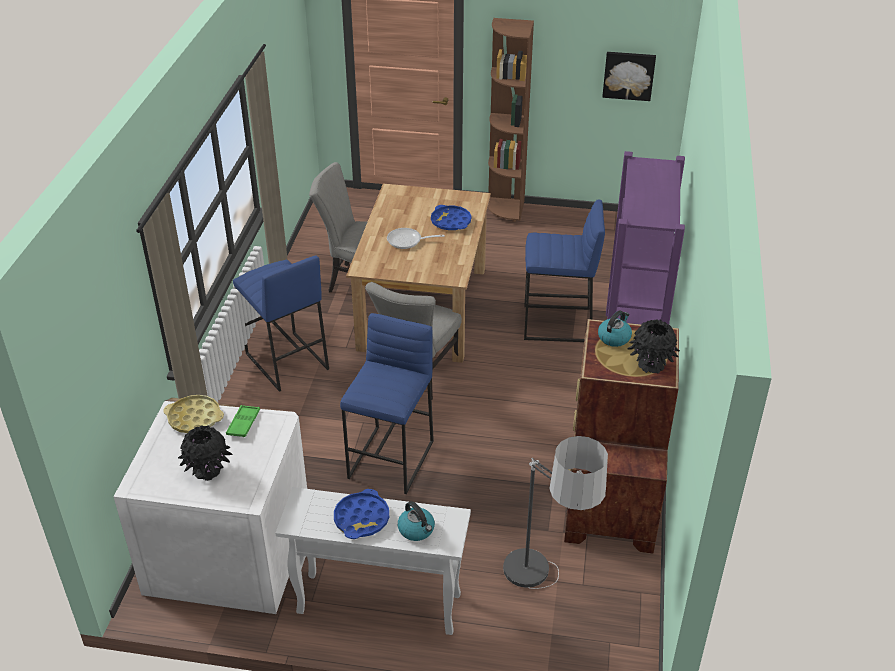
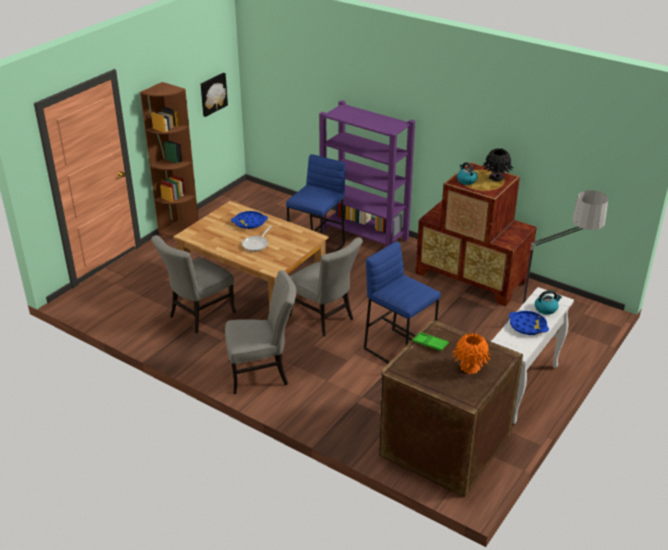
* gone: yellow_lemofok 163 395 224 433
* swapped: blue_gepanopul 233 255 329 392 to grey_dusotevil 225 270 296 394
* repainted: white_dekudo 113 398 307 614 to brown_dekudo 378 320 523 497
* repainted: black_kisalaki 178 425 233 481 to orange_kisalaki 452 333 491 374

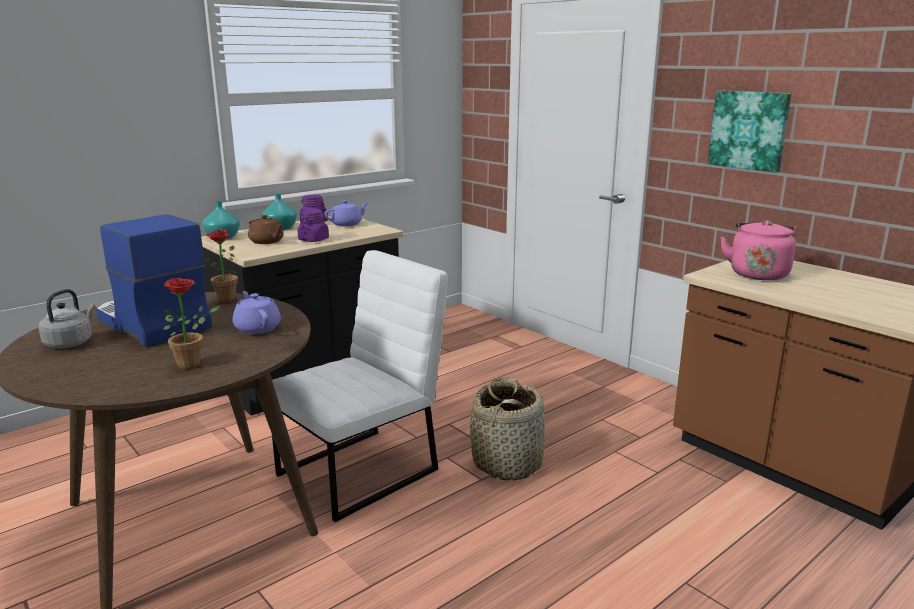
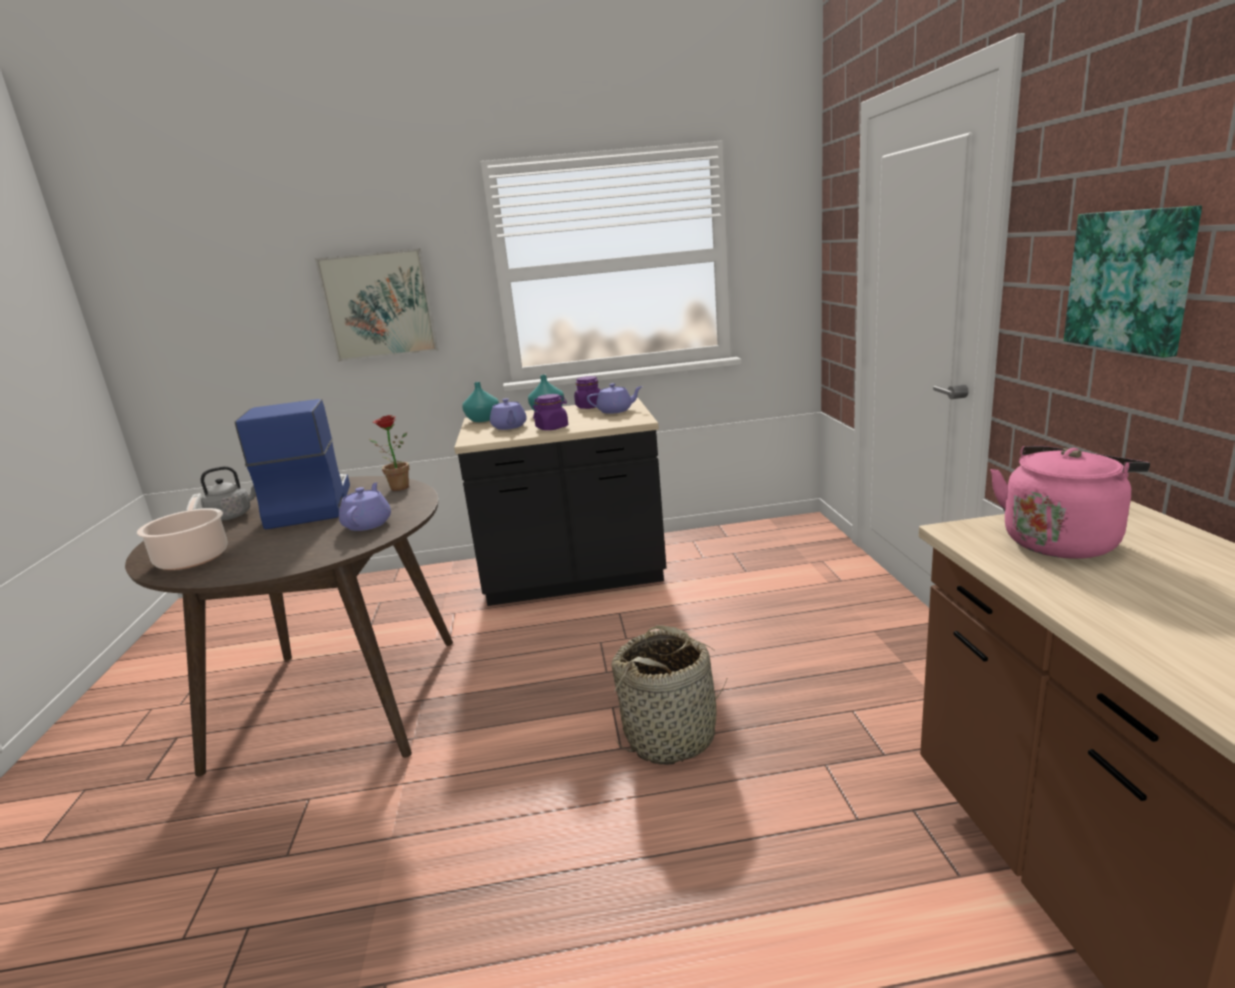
* gone: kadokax 163 278 221 369
* gone: white_dusotevil 272 250 447 522
* new: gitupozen 137 493 228 570
* new: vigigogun 315 248 438 362
* repainted: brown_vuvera 248 215 284 244 to purple_vuvera 490 398 527 430

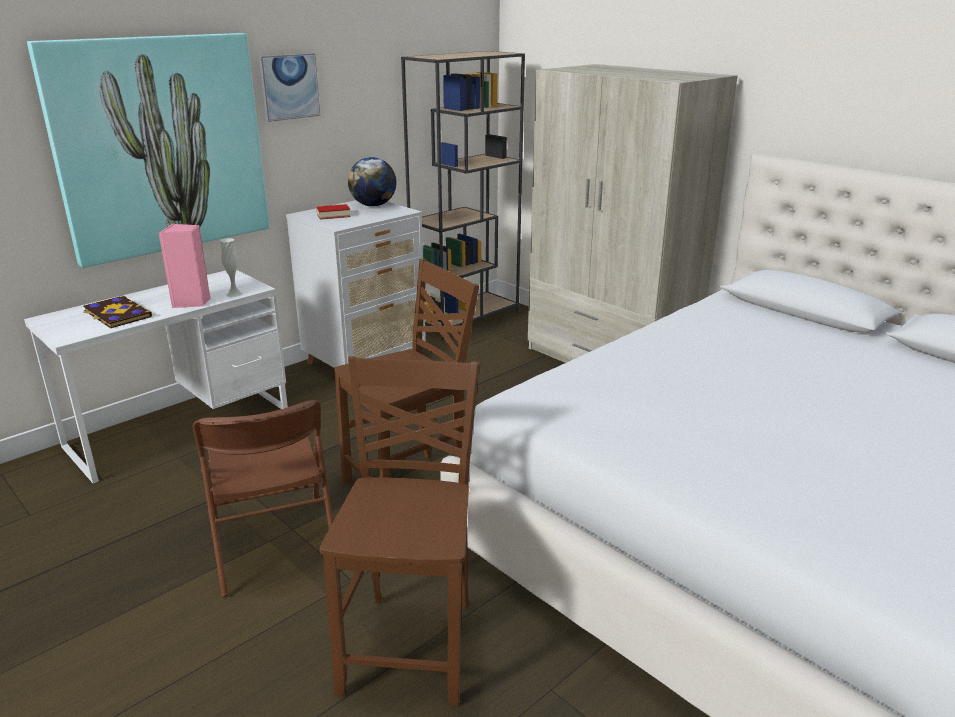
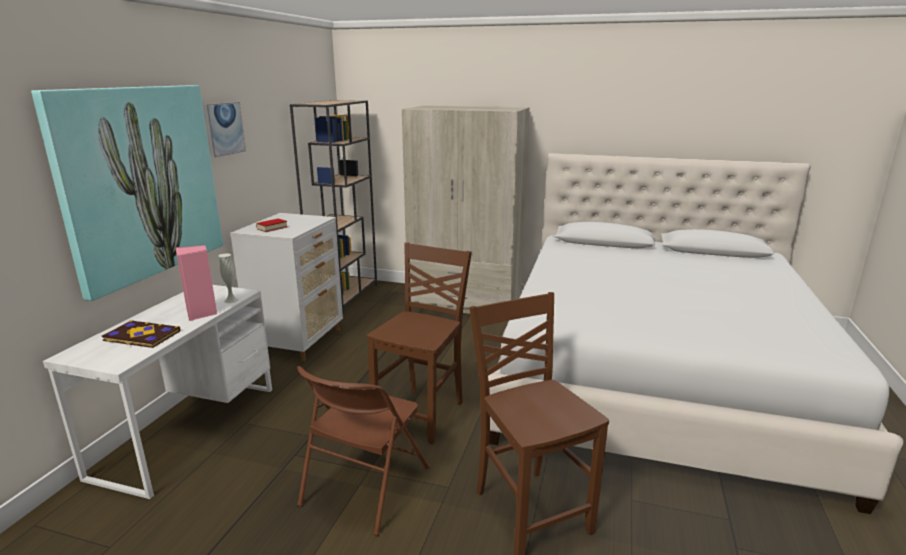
* gone: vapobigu 348 157 396 207
* rotated: brown_dusotevil 193 400 341 598 = 297 366 430 536 75 degrees clockwise

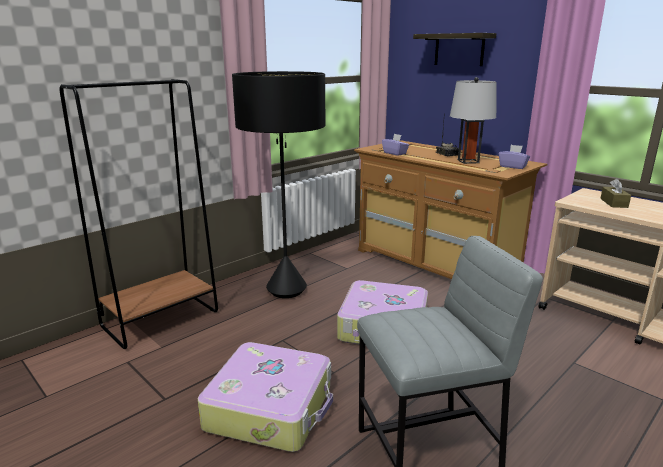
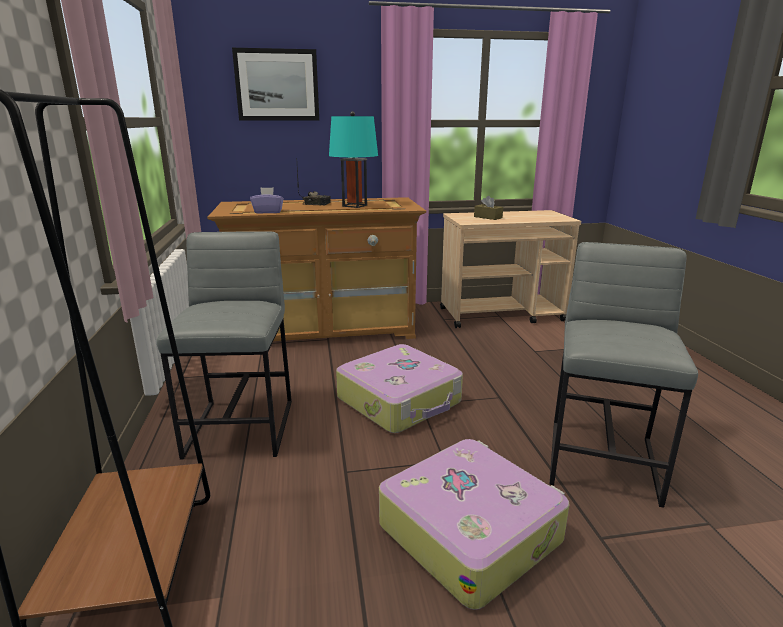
* gone: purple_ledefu 499 145 530 169
* swapped: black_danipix 232 71 325 298 to grey_dusotevil 157 231 292 459
* swapped: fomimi 413 33 497 66 to vigigogun 232 48 319 121
* repainted: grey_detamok 450 77 496 164 to turquoise_detamok 329 111 378 208

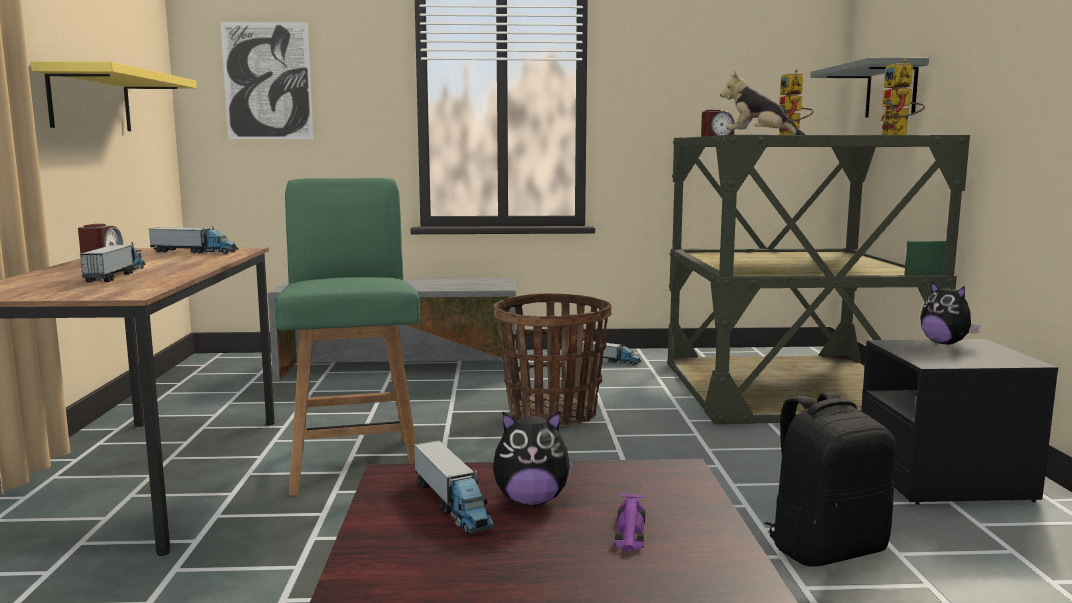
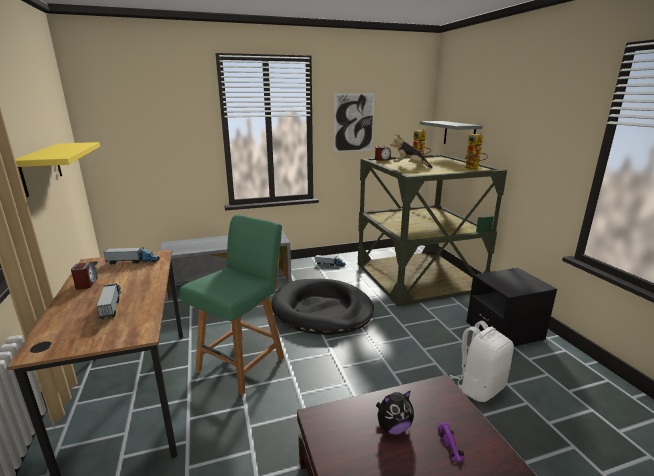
* gone: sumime 414 440 495 534
* gone: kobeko 920 281 981 344
* shifted: vigigogun 220 22 313 139 to 334 93 375 152
* swapped: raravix 493 293 612 427 to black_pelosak 271 279 374 335
* repainted: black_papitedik 764 392 897 567 to white_papitedik 450 321 514 402
* rotated: green_dusotevil 275 178 420 496 = 180 215 284 396 60 degrees clockwise

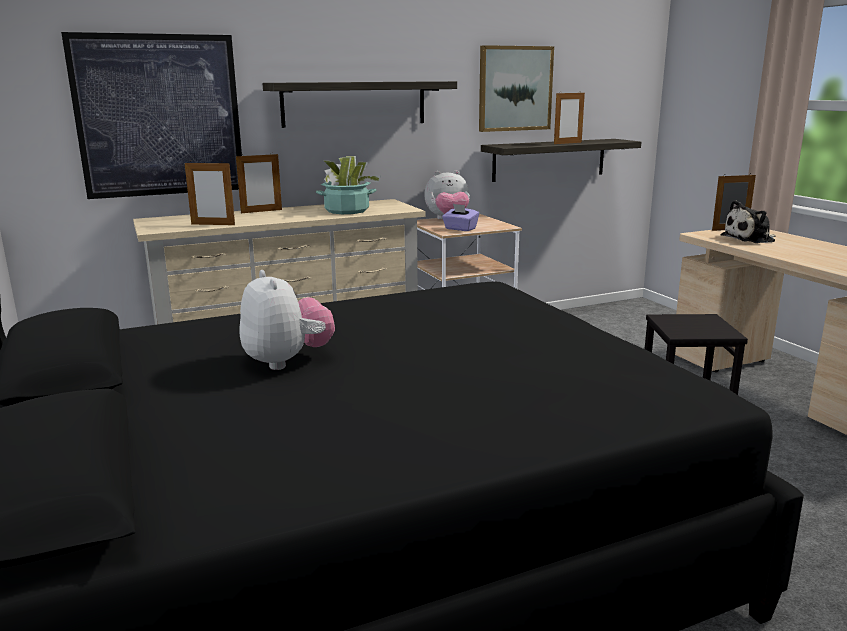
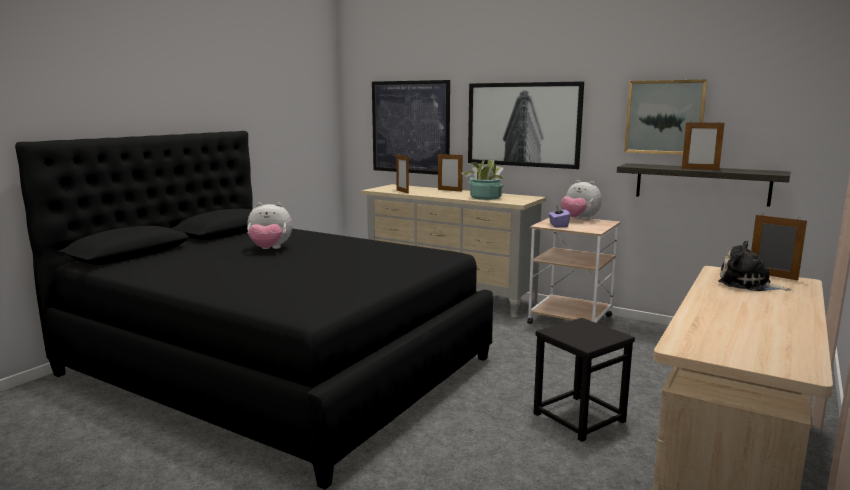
* swapped: fomimi 262 81 457 128 to vigigogun 468 81 584 169
* rotated: kobeko 240 270 335 370 = 247 202 292 249 60 degrees clockwise

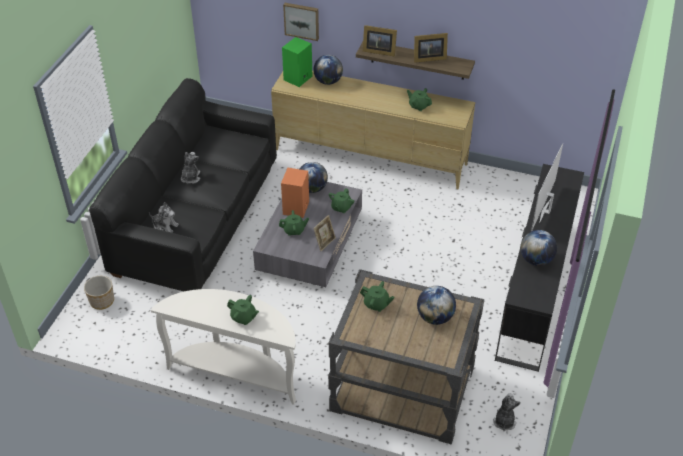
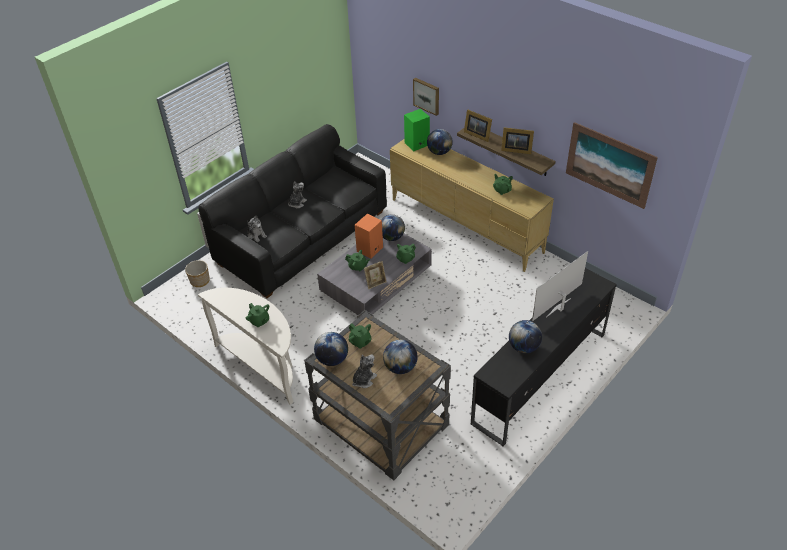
* new: vapobigu 314 332 348 366
* new: vigigogun 566 122 658 209
* shifted: kobeko 493 393 521 431 to 352 355 377 388

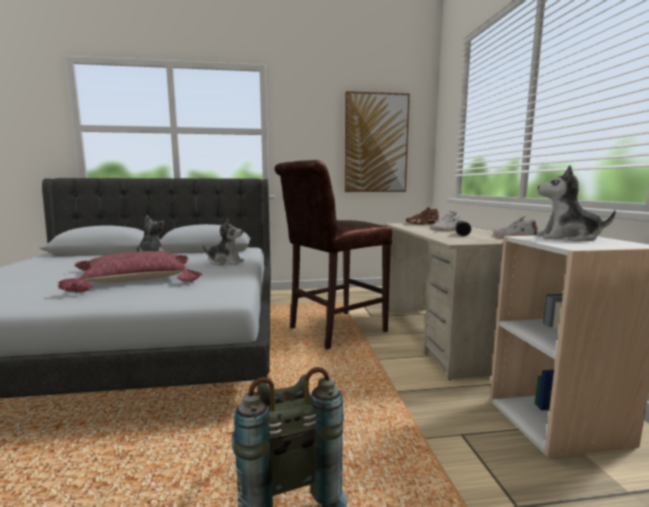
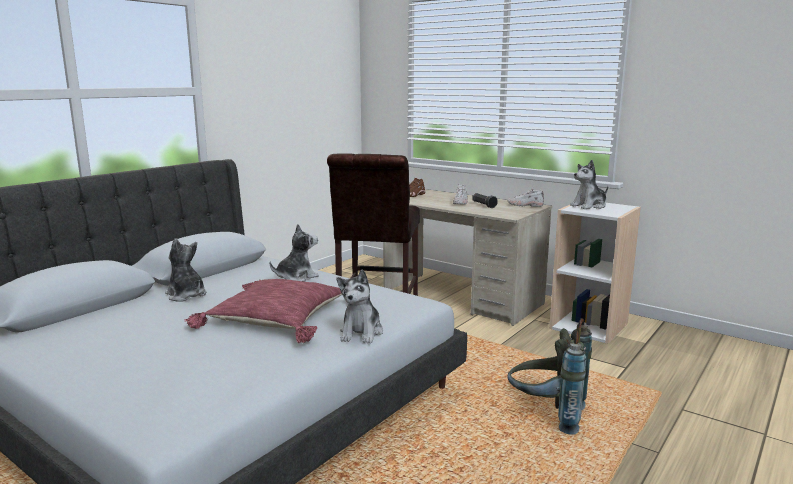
* gone: vigigogun 344 91 410 192
* new: kobeko 337 270 383 343

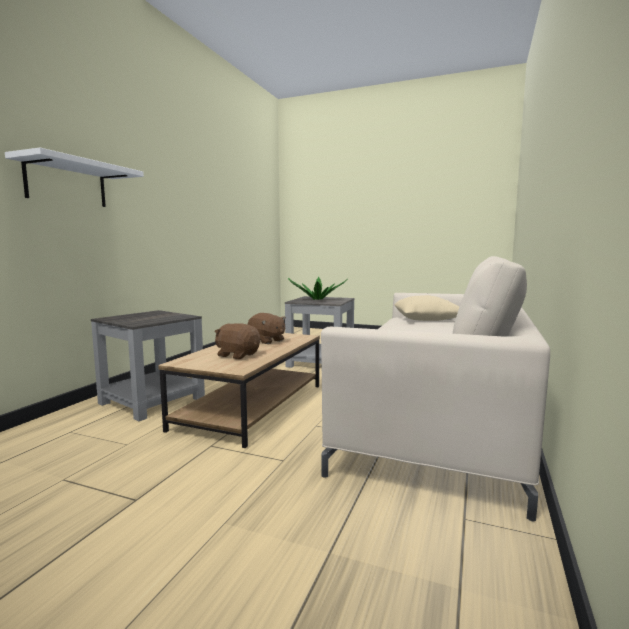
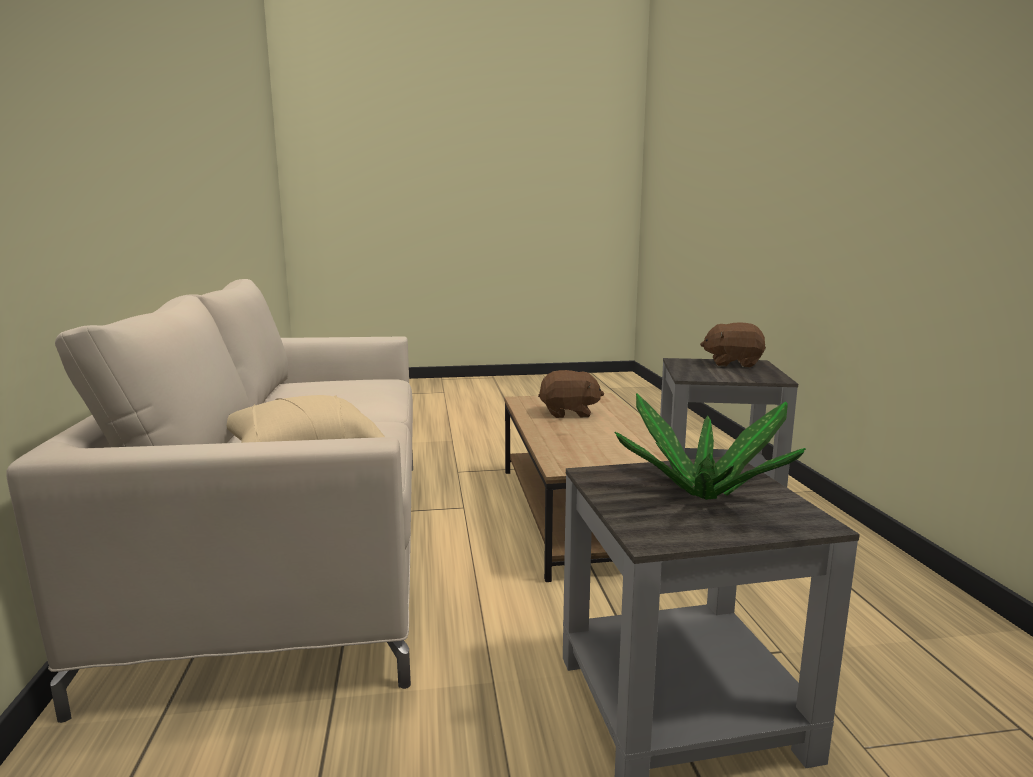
* gone: white_fomimi 5 148 144 207
* shifted: brown_kobeko 247 313 286 344 to 700 322 766 368

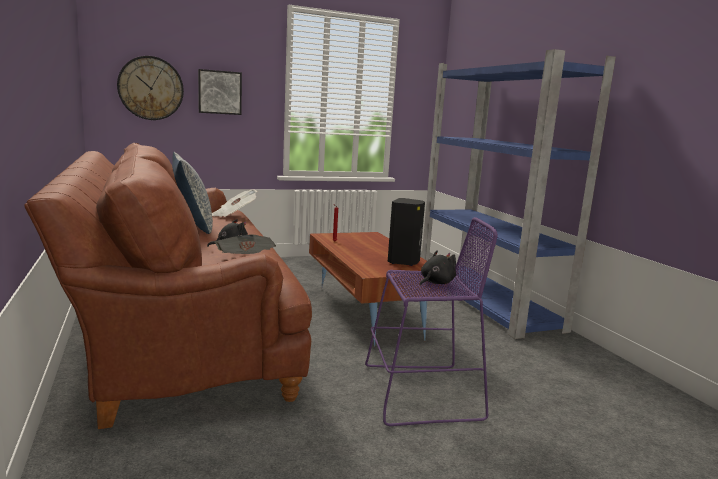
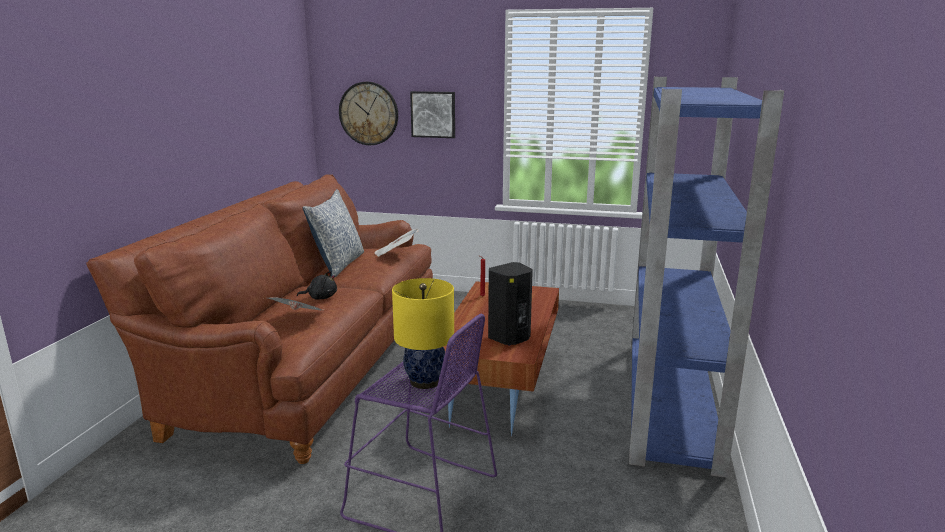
* swapped: black_kobeko 420 250 456 286 to yellow_detamok 392 278 454 389

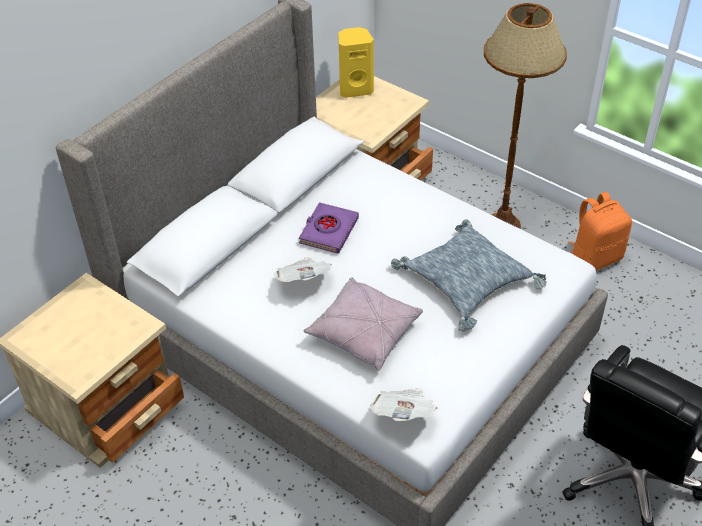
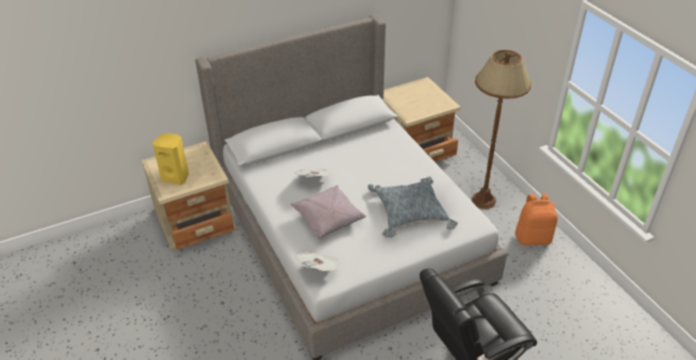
* gone: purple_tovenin 299 202 359 254
* shifted: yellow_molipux 338 27 374 98 to 152 133 189 185

